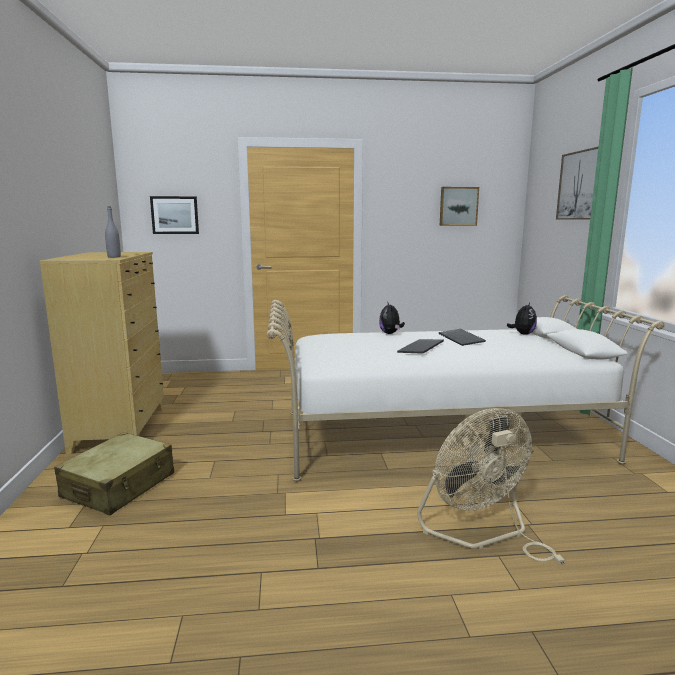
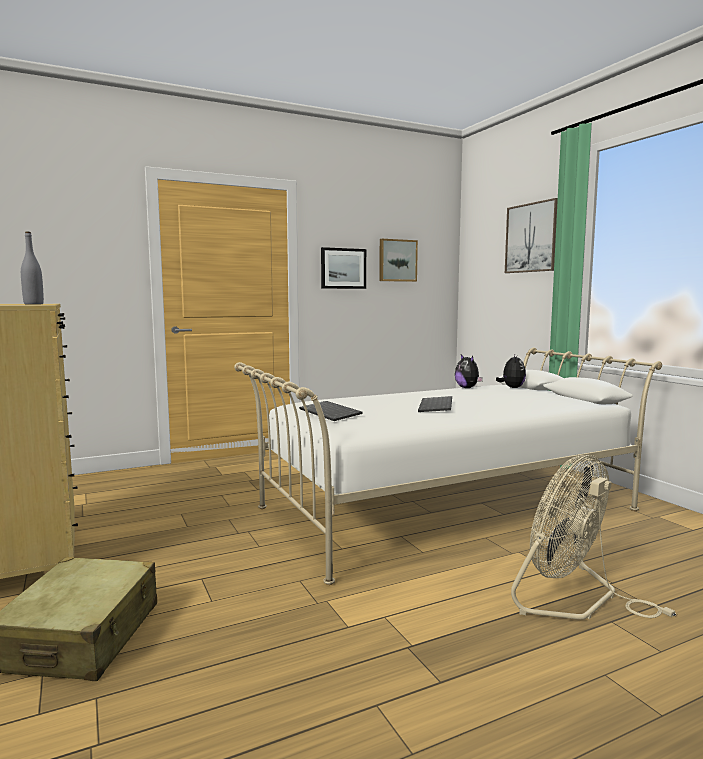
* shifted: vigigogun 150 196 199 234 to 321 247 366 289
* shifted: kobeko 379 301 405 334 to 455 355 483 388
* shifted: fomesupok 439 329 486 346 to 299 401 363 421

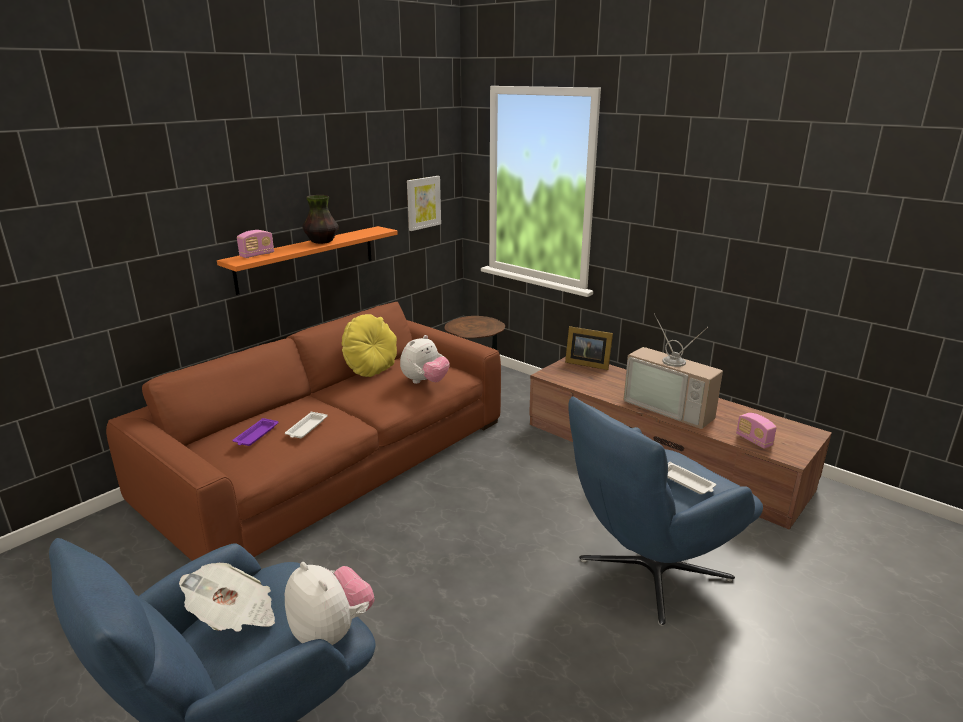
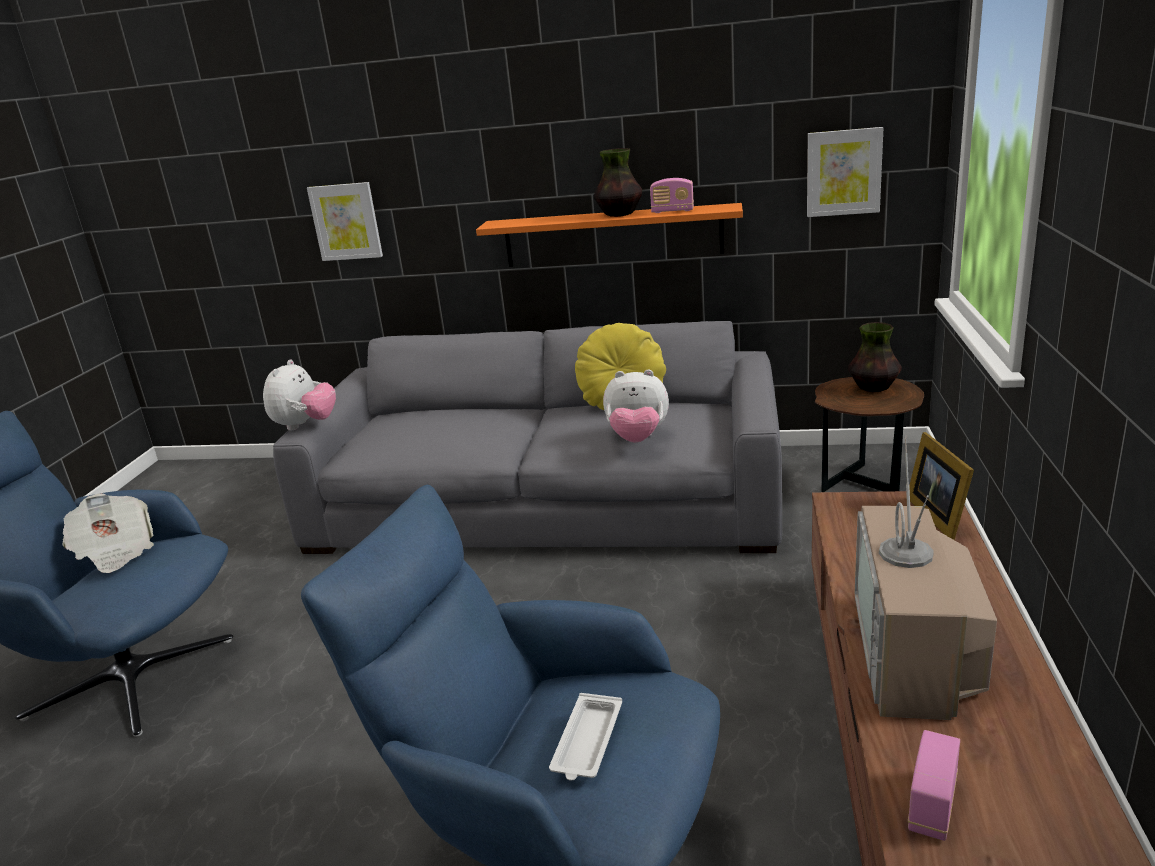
* gone: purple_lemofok 232 418 279 446
* gone: white_lemofok 285 412 328 438
* new: vigigogun 307 182 383 261
* new: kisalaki 848 322 902 392
* shifted: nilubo 237 230 274 258 to 650 178 694 213
* shifted: kobeko 285 562 375 645 to 263 359 336 430
* repainted: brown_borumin 106 302 501 561 to grey_borumin 273 321 782 554

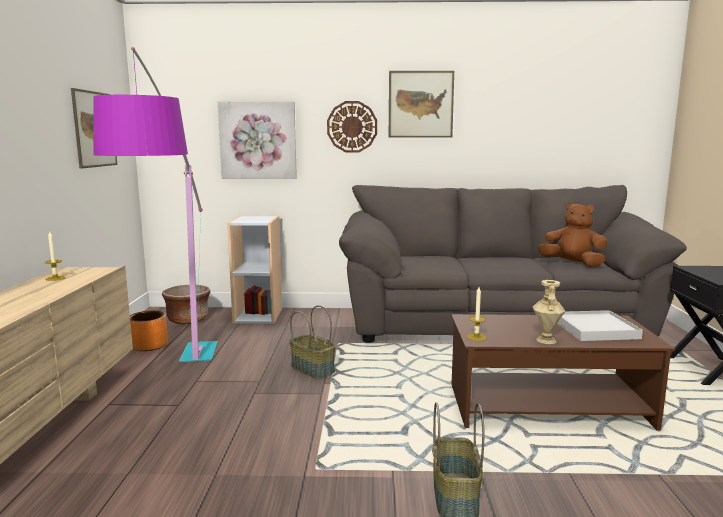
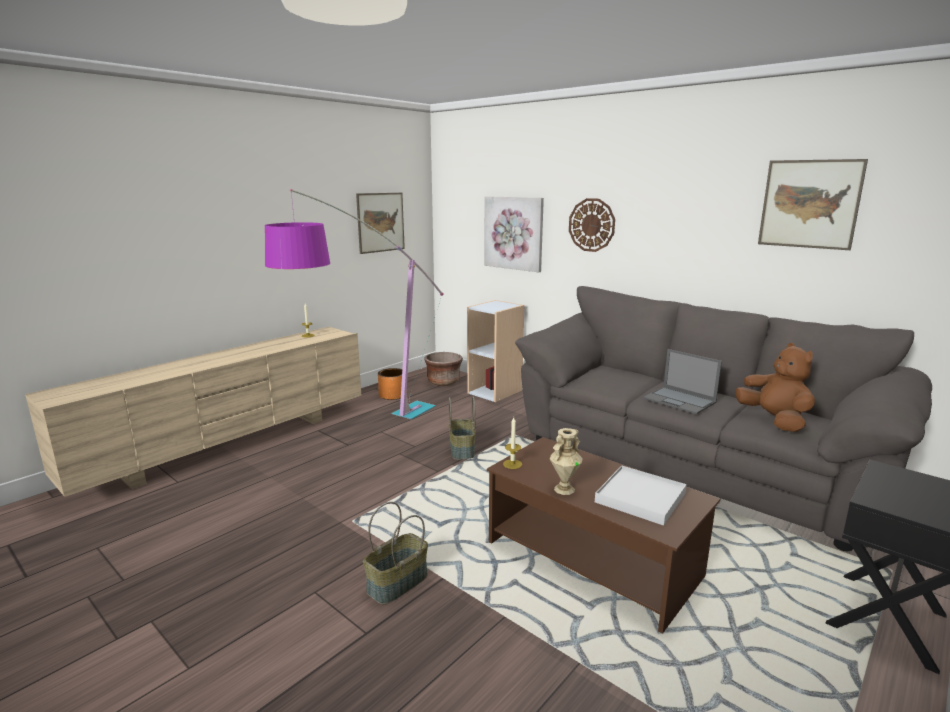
* new: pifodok 643 349 722 414
* shifted: vigigogun 389 71 454 138 to 758 159 868 250

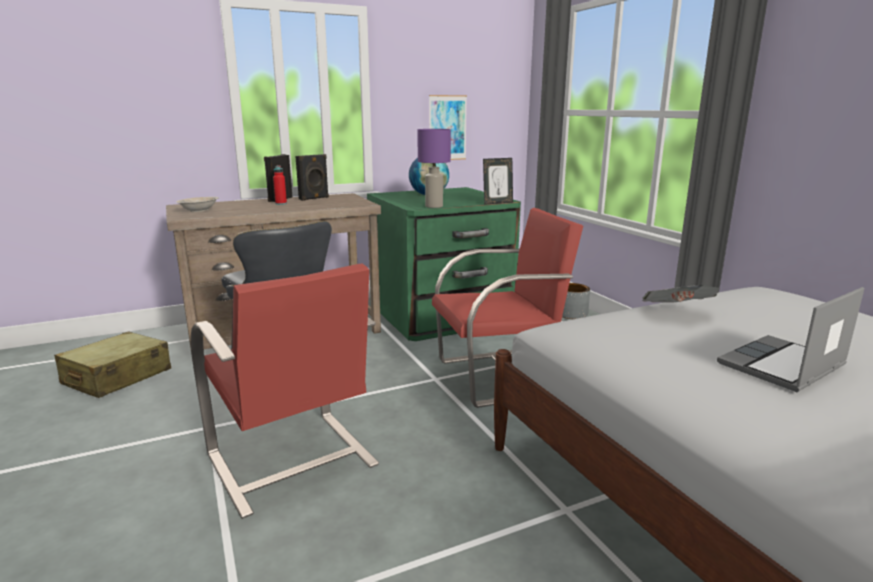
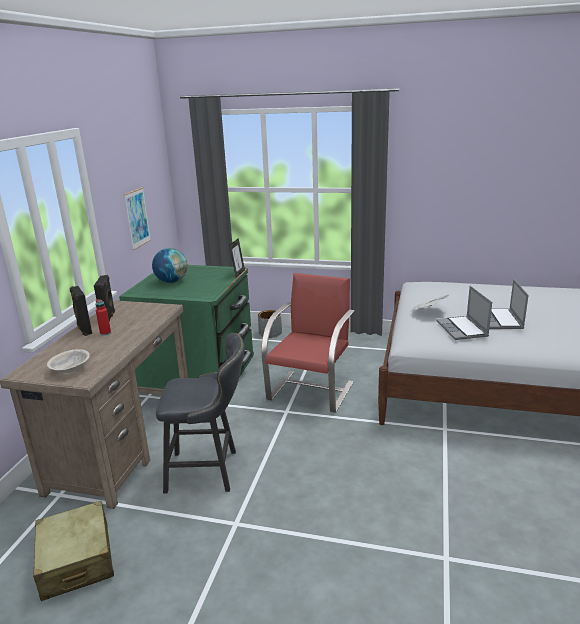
* gone: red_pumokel 191 263 379 519
* gone: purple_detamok 417 129 451 208
* new: pifodok 436 286 492 340

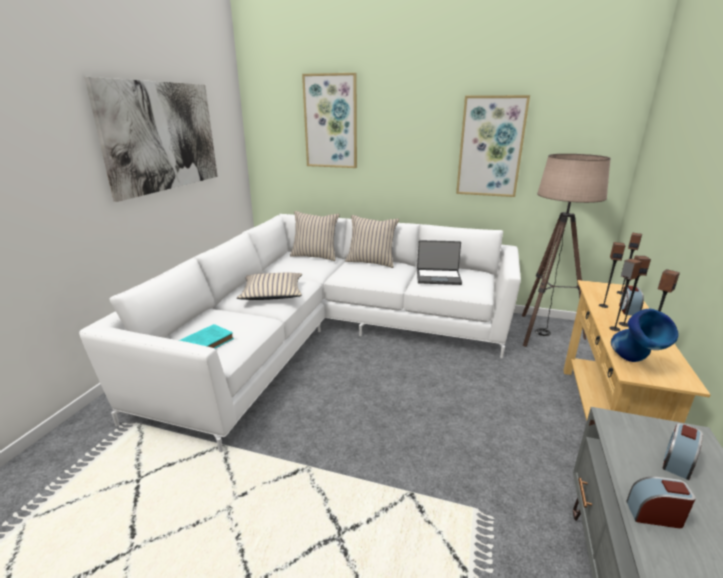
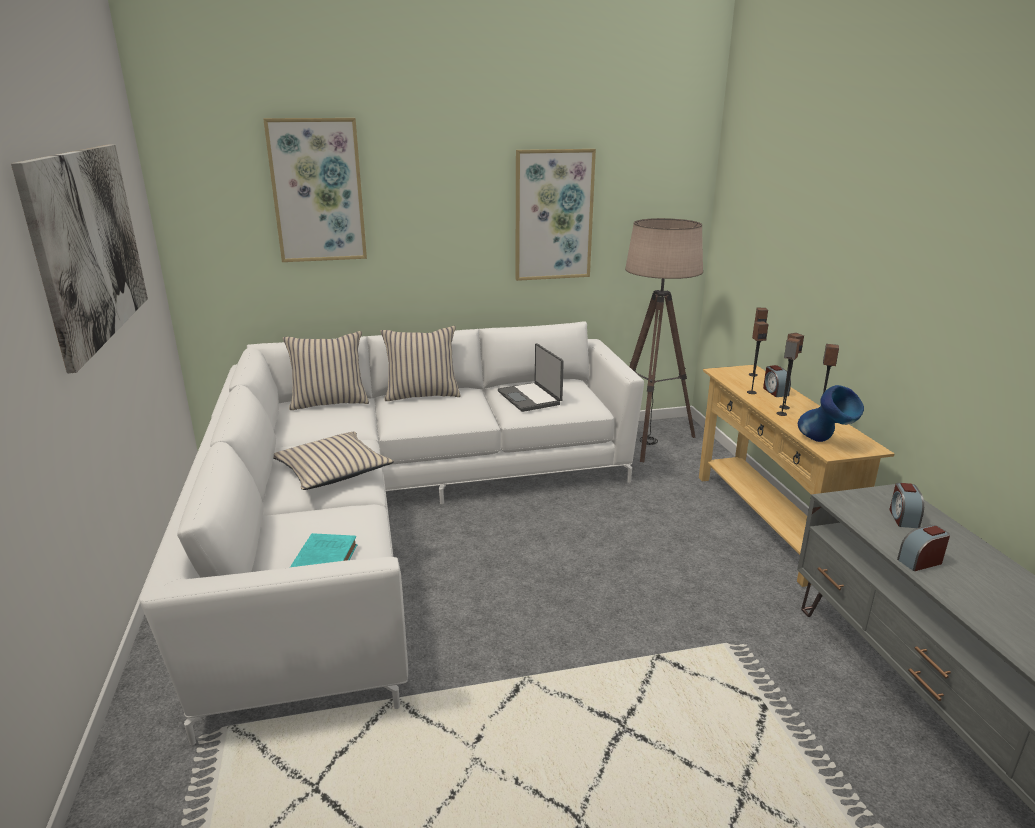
* rotated: pifodok 417 240 462 285 = 498 343 564 412 90 degrees clockwise

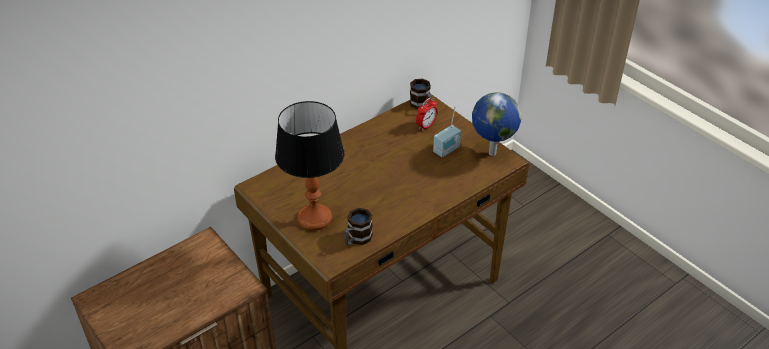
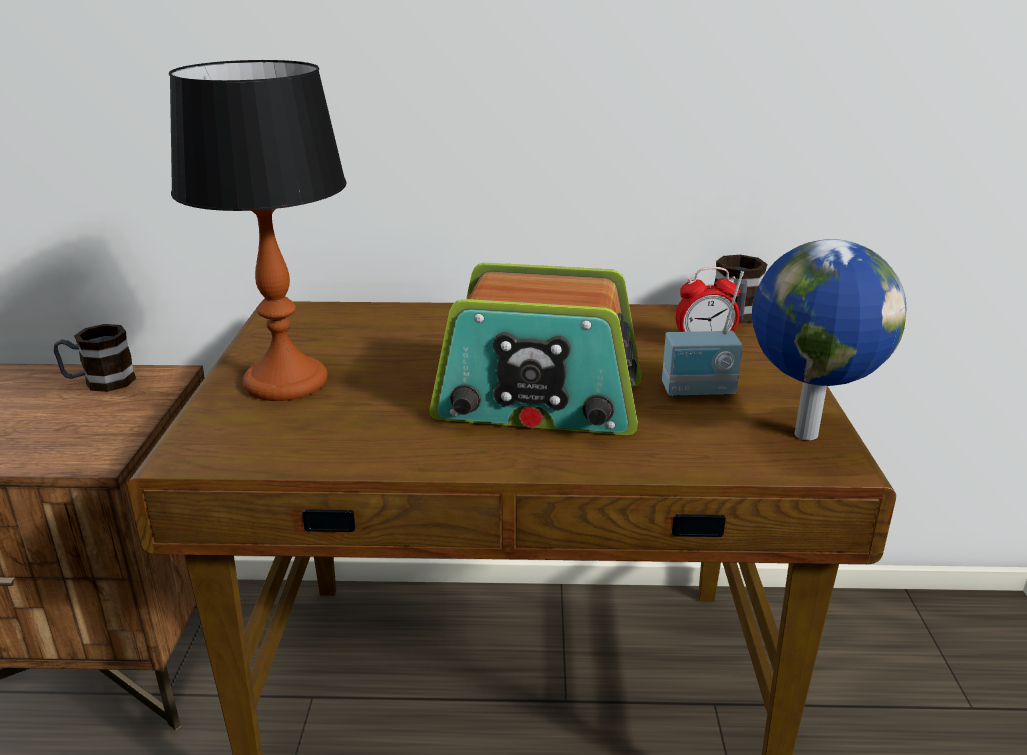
* new: nilubo 429 262 641 435
* shifted: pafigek 344 208 373 245 to 54 324 136 392

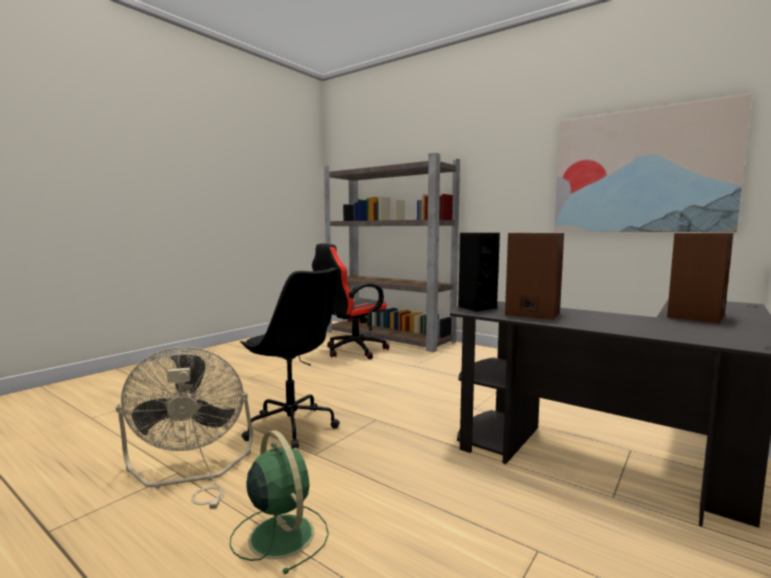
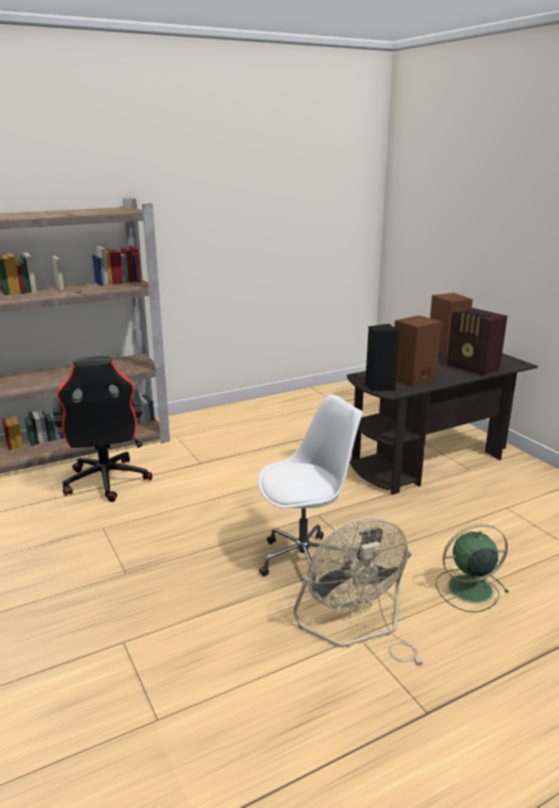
* gone: vigigogun 554 93 752 232
* new: nilubo 447 307 507 376
* repainted: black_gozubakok 240 268 340 449 to white_gozubakok 258 394 363 591
* rotated: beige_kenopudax 116 347 253 509 = 293 518 423 666 60 degrees clockwise

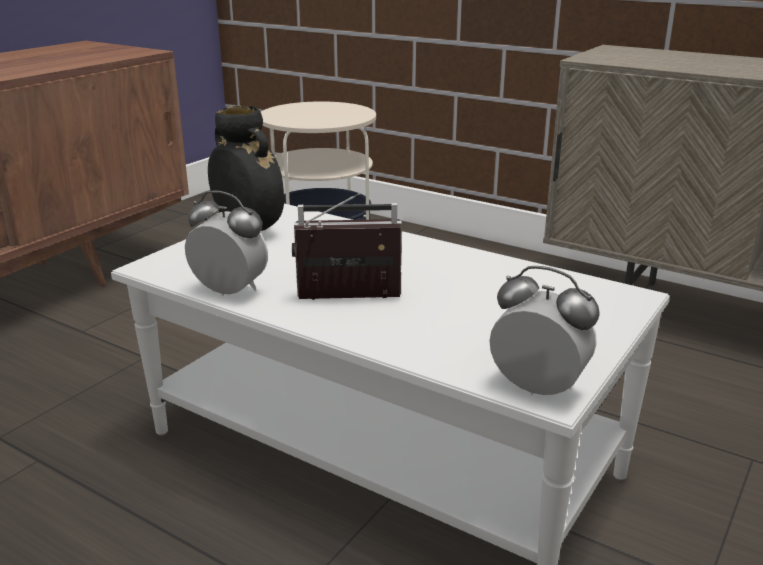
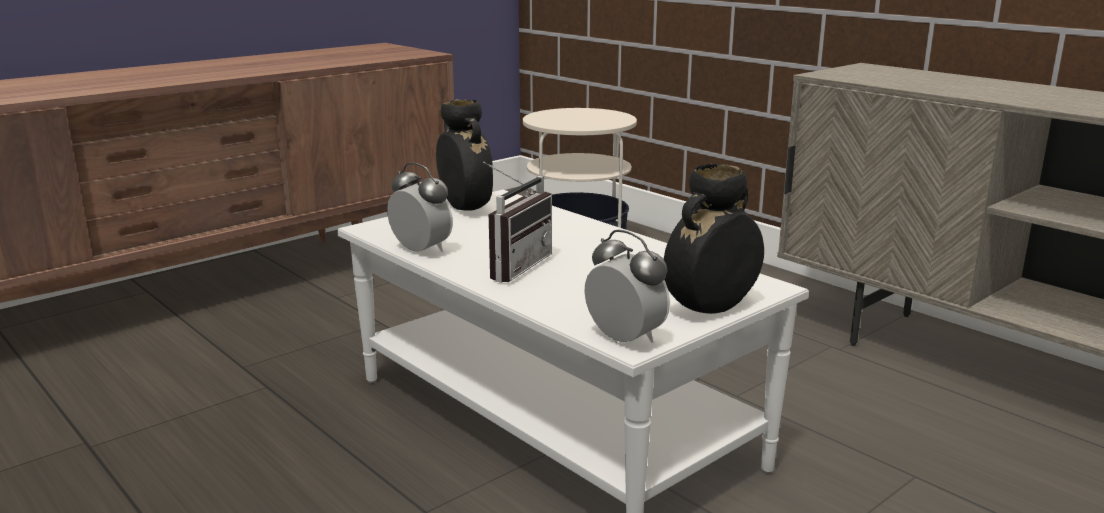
* new: black_kisalaki 664 164 764 314
* rotated: nilubo 292 193 402 300 = 483 161 552 283 105 degrees clockwise

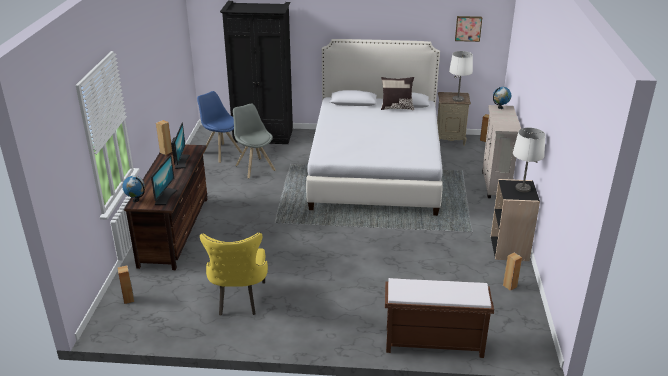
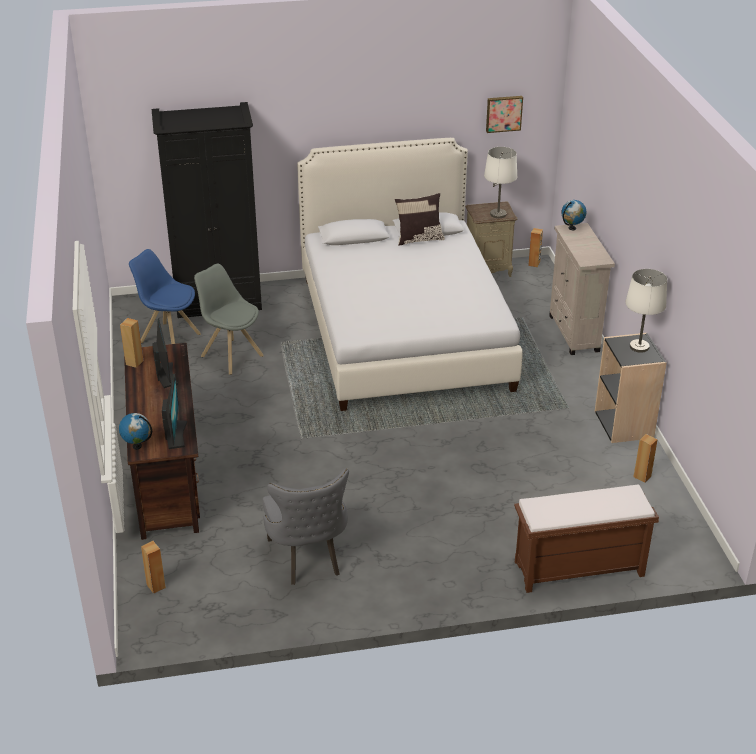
* repainted: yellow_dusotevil 200 232 268 315 to grey_dusotevil 263 468 349 585

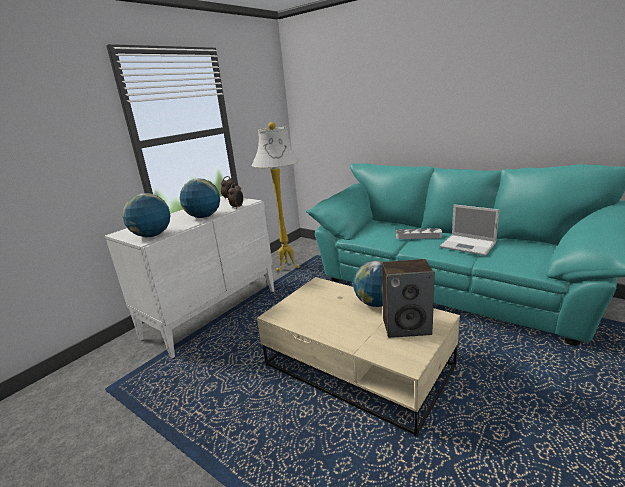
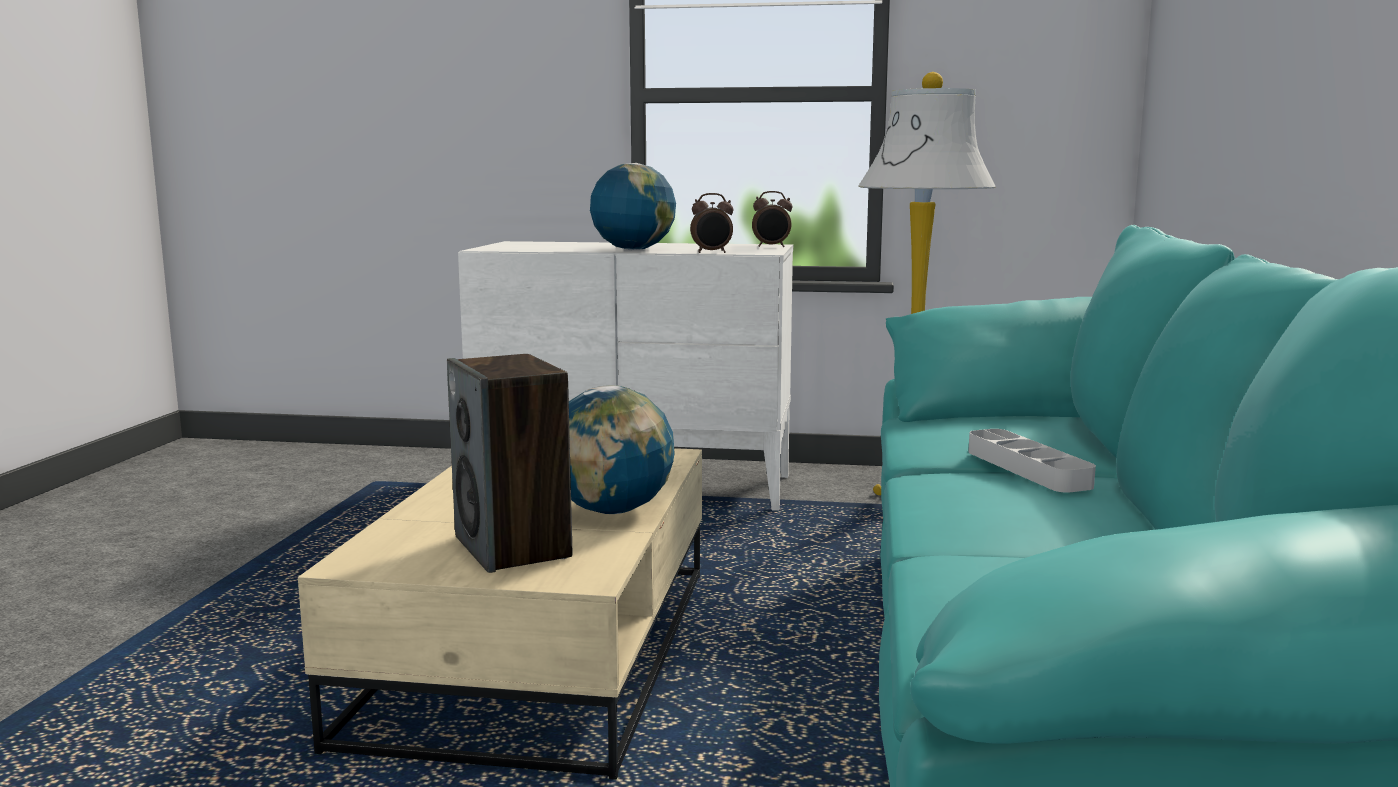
* gone: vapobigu 123 193 171 237
* gone: pifodok 440 204 499 256

